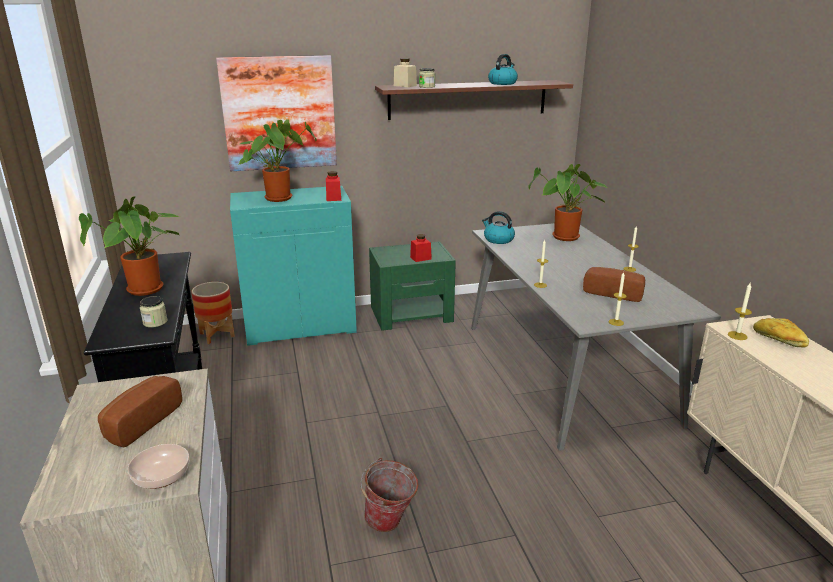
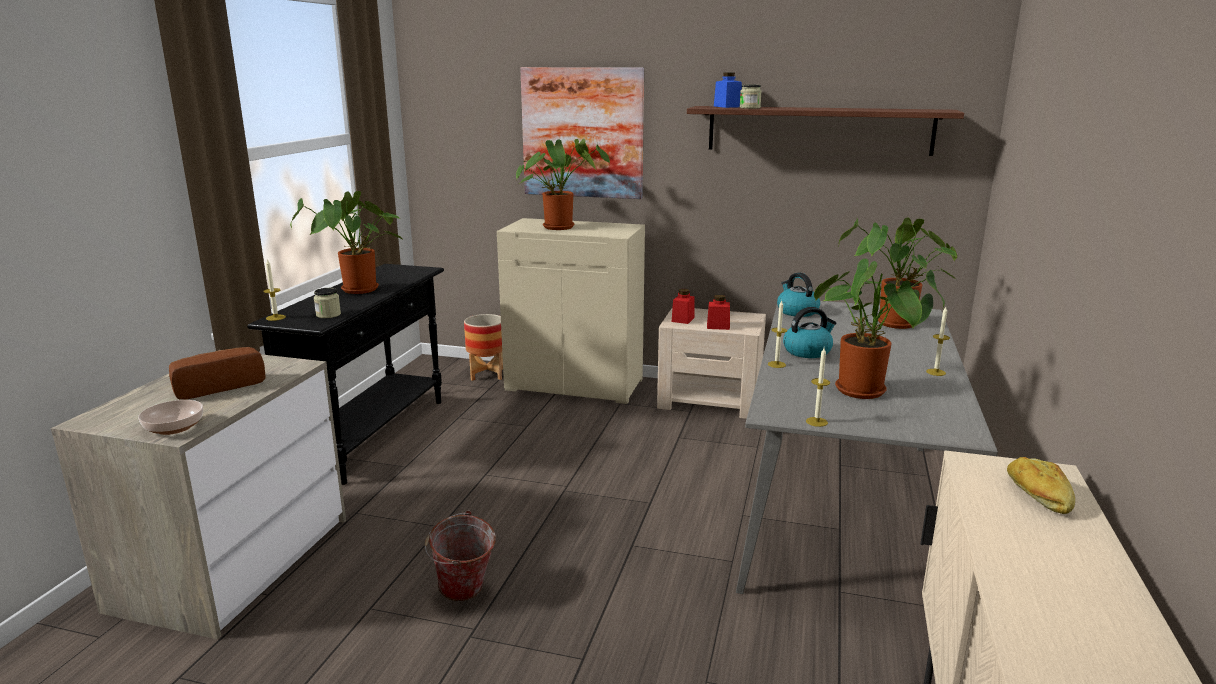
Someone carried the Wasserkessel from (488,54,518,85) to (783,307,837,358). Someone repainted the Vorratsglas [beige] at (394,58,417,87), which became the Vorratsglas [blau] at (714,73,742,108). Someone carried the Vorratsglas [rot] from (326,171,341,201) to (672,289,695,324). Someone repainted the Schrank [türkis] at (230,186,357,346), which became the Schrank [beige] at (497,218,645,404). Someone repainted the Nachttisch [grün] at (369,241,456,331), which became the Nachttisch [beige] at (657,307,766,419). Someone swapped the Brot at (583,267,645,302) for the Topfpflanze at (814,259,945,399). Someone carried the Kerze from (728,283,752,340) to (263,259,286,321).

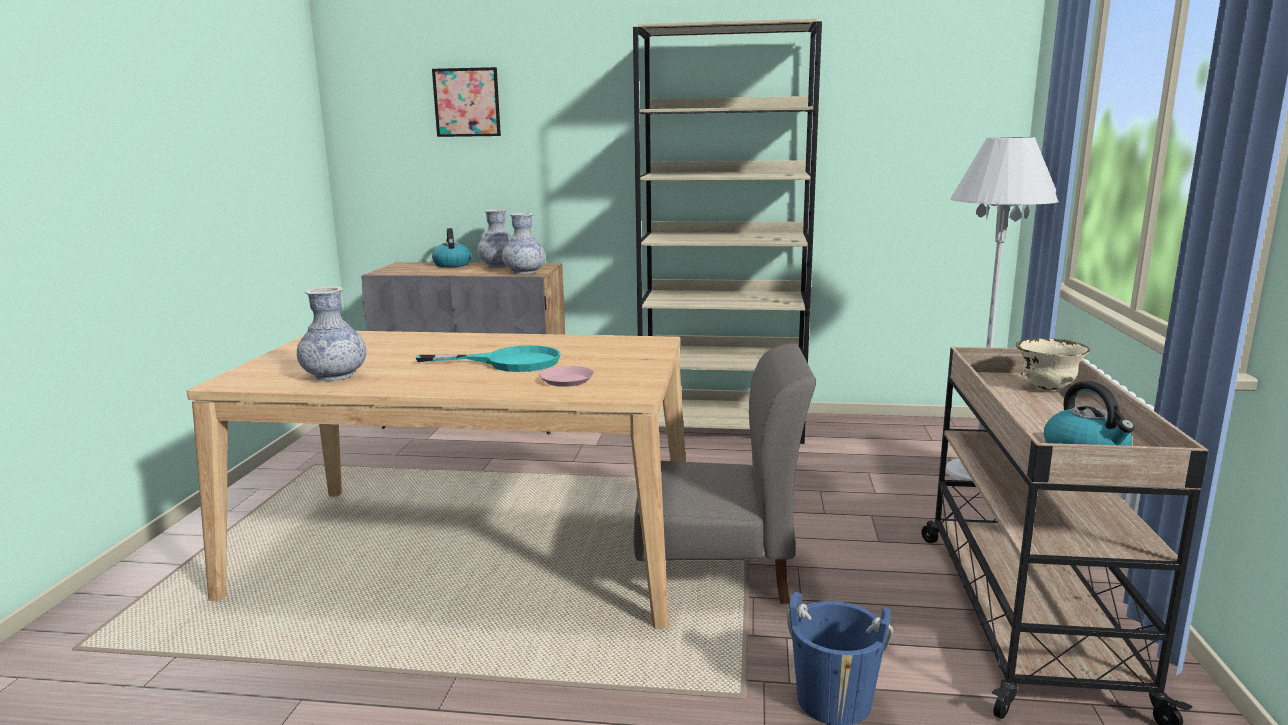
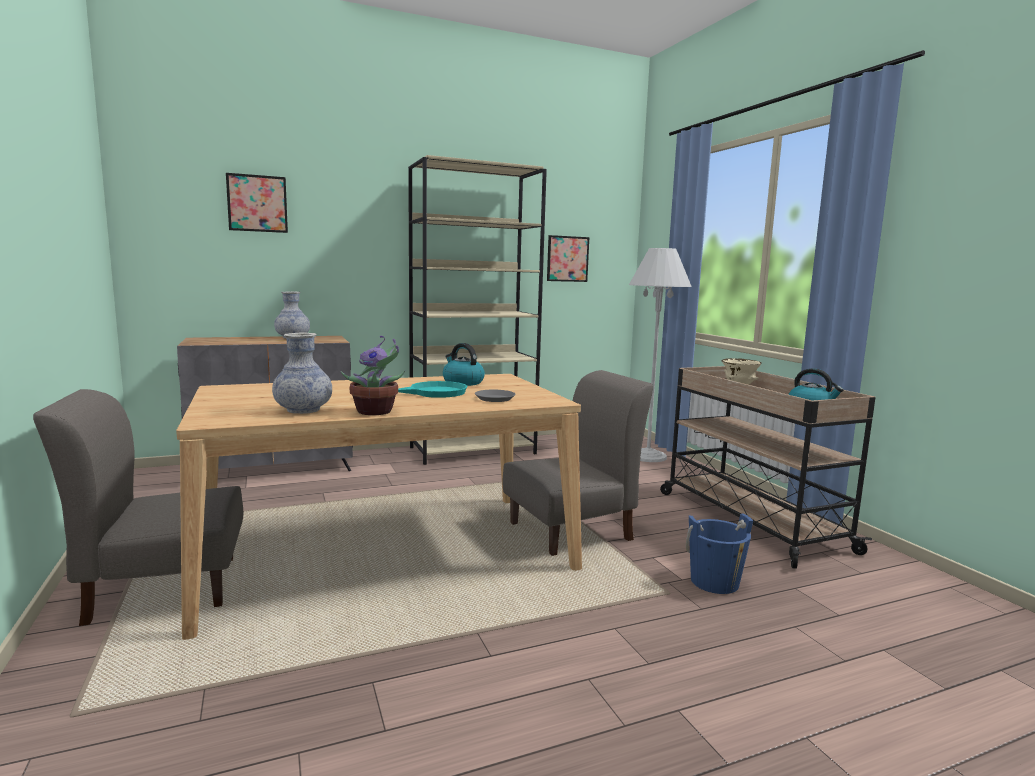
Someone took away the Vase at (502,213,545,274). Someone carried the Wasserkessel from (432,228,471,267) to (443,343,485,386). Someone repainted the Teller [rosa] at (539,366,594,387), which became the Teller [grau] at (475,390,516,402). Someone put up the Bild at (547,235,589,282). Someone put down the Topfpflanze at (341,336,405,415). Someone put down the Stuhl [grau] at (33,389,243,626).

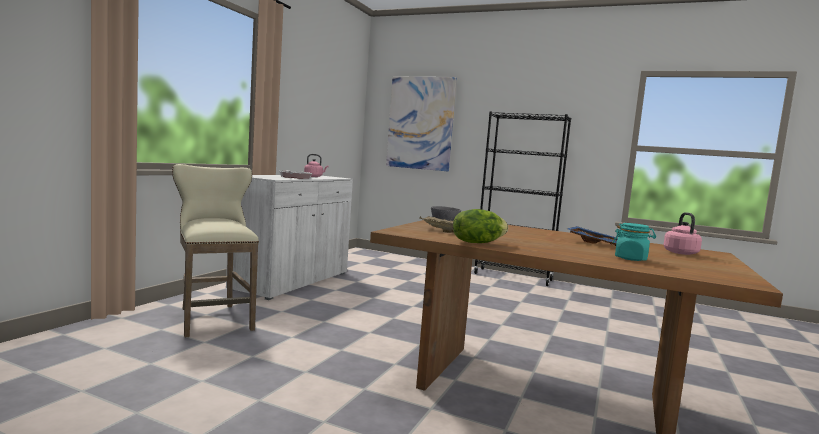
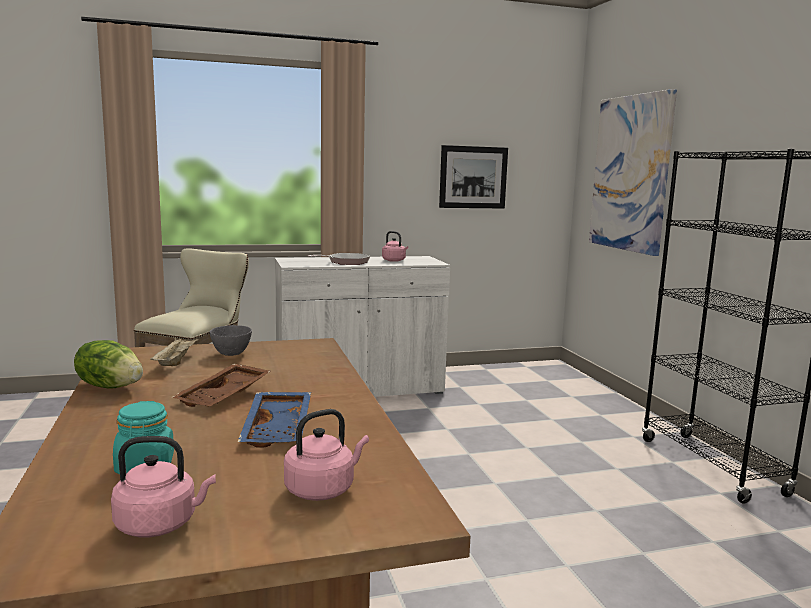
Someone put up the Bild at (439,145,508,208). Someone put down the Tablett [braun] at (171,364,271,407). Someone put down the Wasserkessel [rosa] at (111,436,216,538).

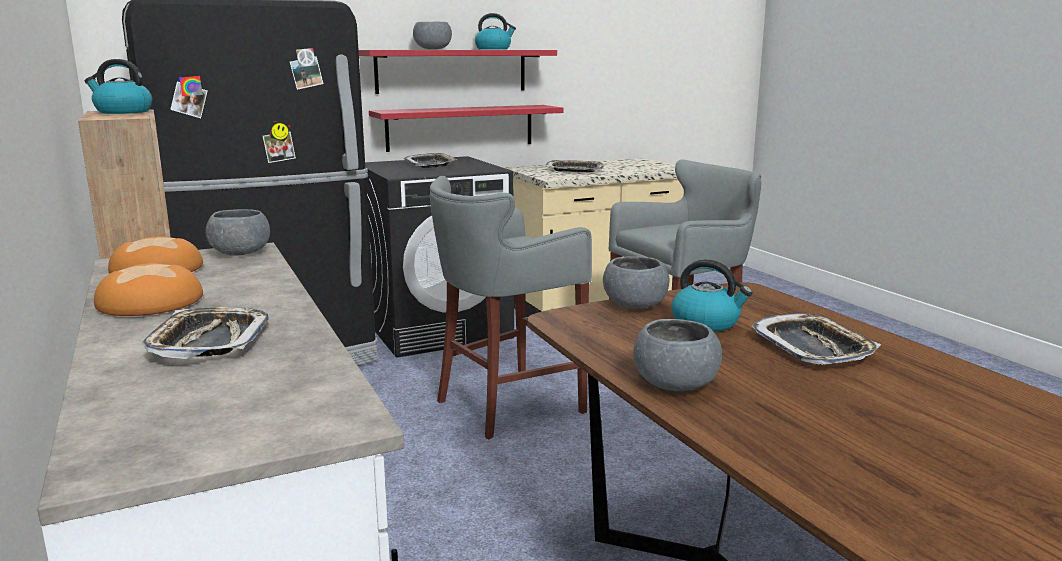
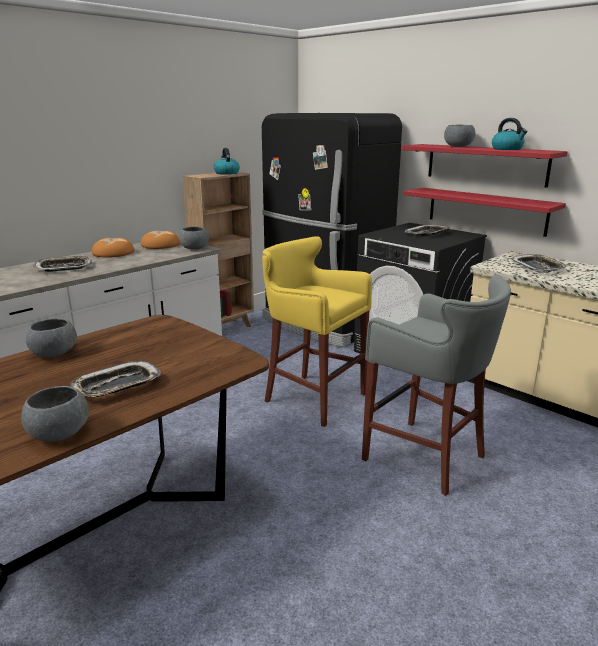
Someone repainted the Hocker [grau] at (430,176,592,440), which became the Hocker [gelb] at (262,236,372,427). Someone carried the Schüssel [grau] from (603,256,669,309) to (21,386,89,442). Someone took away the Wasserkessel at (672,259,753,332).

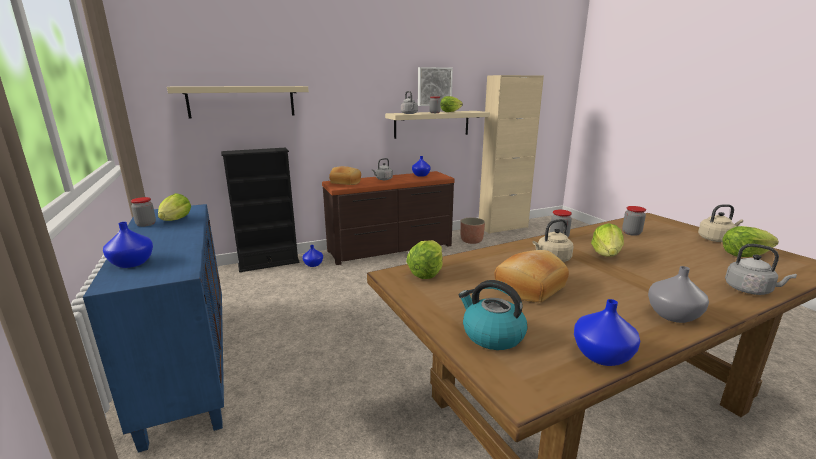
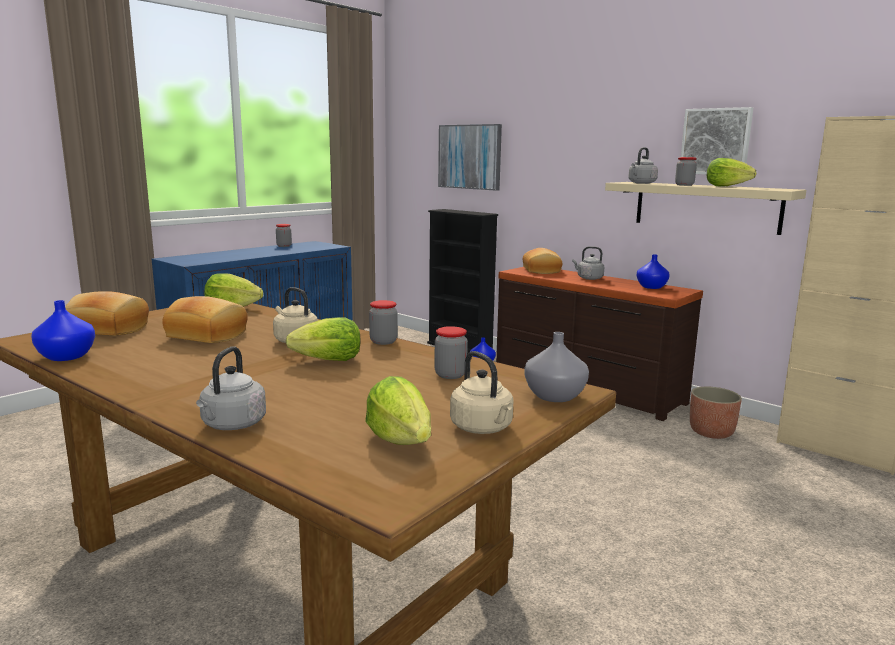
Someone swapped the Wandregal [beige] at (167,86,309,118) for the Bild at (438,124,502,191). Someone took away the Salatkopf at (158,193,191,221). Someone took away the Vase [blau] at (103,222,153,268). Someone carried the Vase [grau] from (648,266,709,323) to (524,332,589,402). Someone swapped the Wasserkessel at (459,280,527,350) for the Brot at (65,291,149,336).

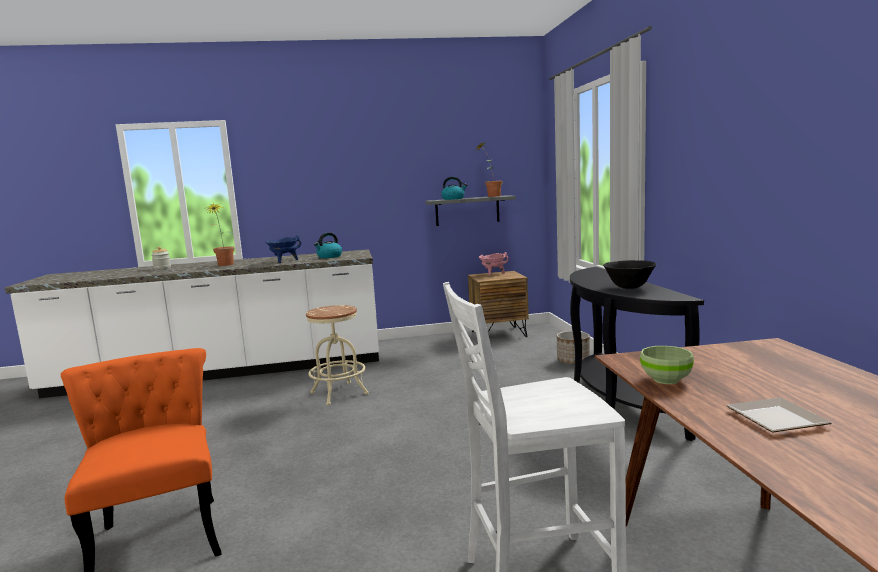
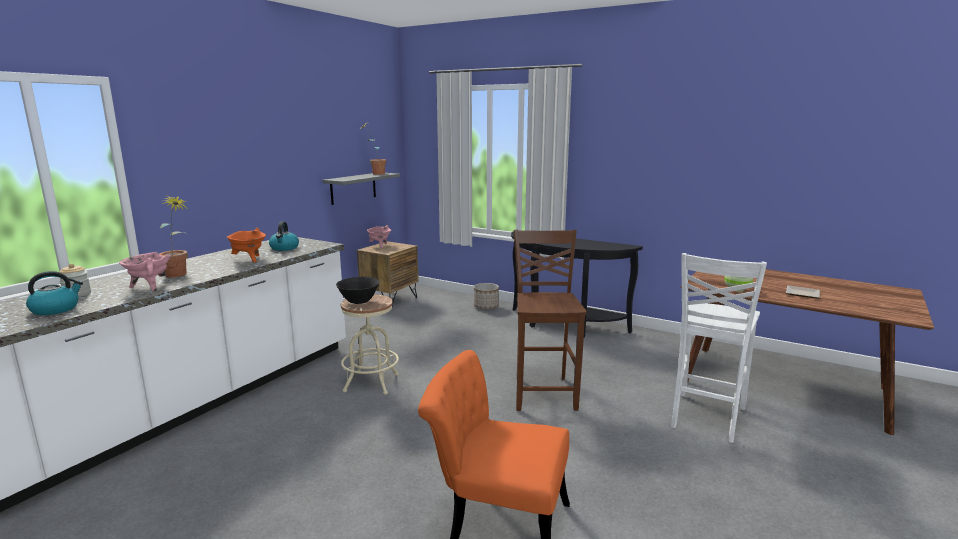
Someone carried the Wasserkessel from (441,177,467,200) to (26,271,83,315). Someone repainted the Kochtopf [blau] at (265,235,301,263), which became the Kochtopf [orange] at (227,228,266,263). Someone carried the Schüssel [schwarz] from (603,260,657,289) to (336,277,380,304). Someone put down the Stuhl [braun] at (514,229,587,411). Someone put down the Kochtopf [rosa] at (119,252,171,292).

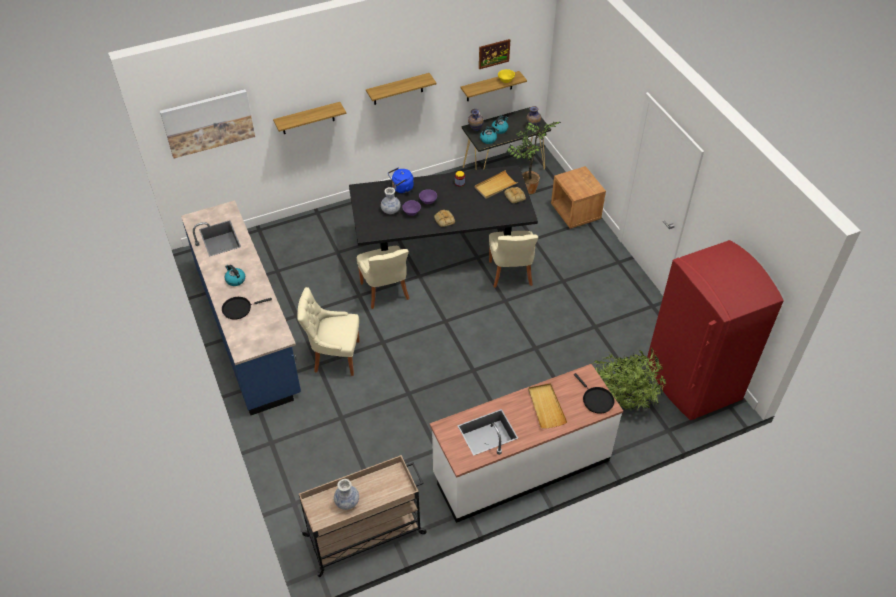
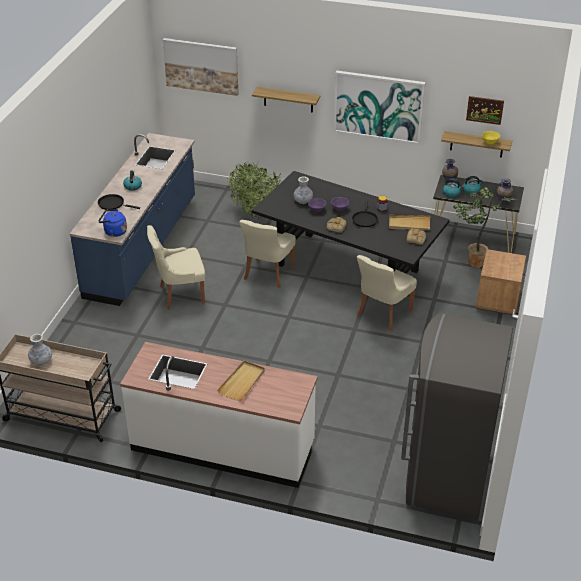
Someone swapped the Wandregal at (366,73,437,105) for the Bild at (334,71,426,145). Someone carried the Wasserkessel [blau] from (388,168,414,193) to (99,209,127,237). Someone repainted the Kühlschrank [rot] at (647,240,784,420), which became the Kühlschrank [grau] at (401,313,513,520). Someone rotated the Stuhl [beige] at (297,287,360,376) by 60 degrees counterclockwise. Someone carried the Topfpflanze from (594,347,667,411) to (228,162,283,219). Someone carried the Pfanne [schwarz] from (574,373,614,414) to (352,201,378,227).

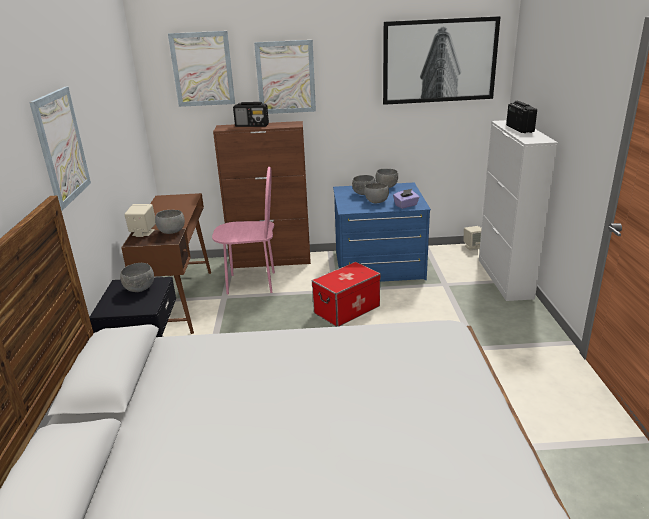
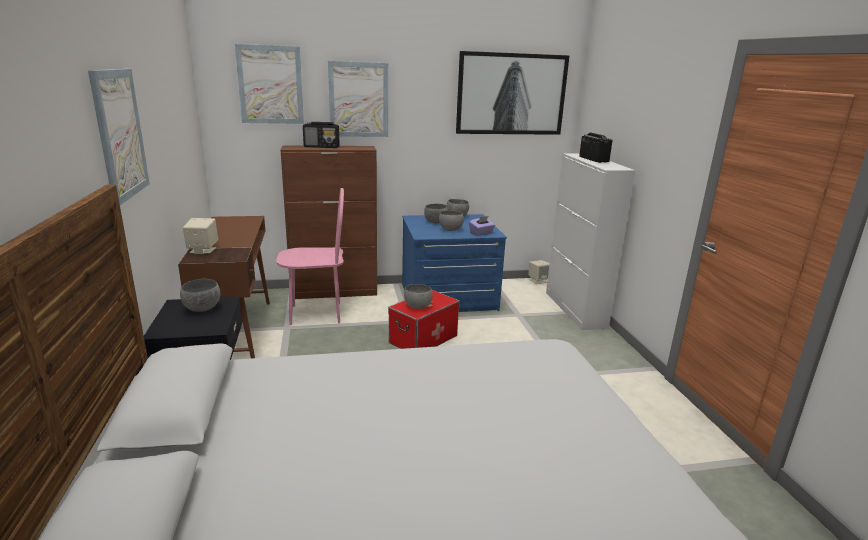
Someone carried the Schüssel [grau] from (155,210,185,234) to (404,284,433,309).

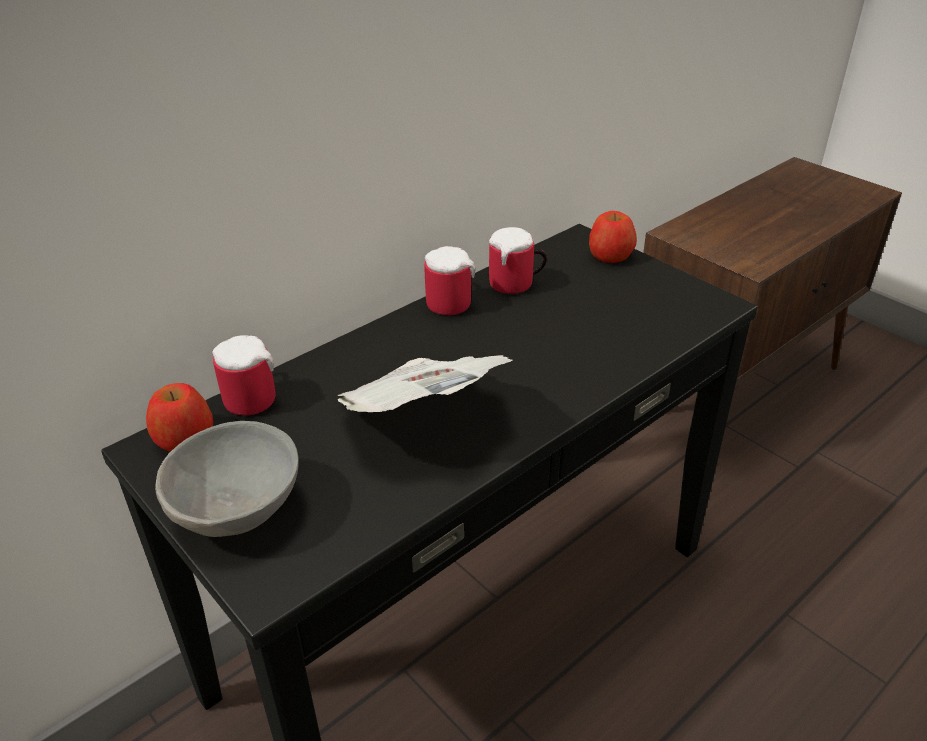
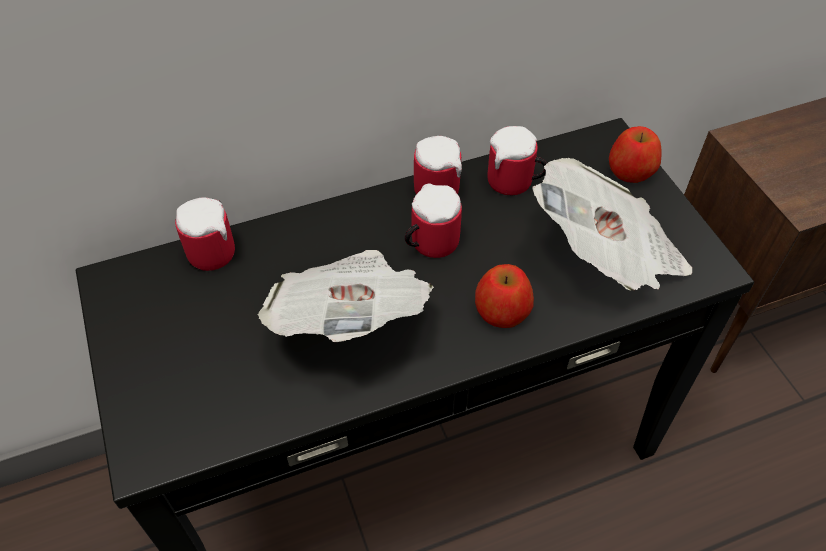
Someone carried the Apfel from (146,383,213,452) to (475,264,534,328). Someone took away the Schüssel [grau] at (155,421,299,537). Someone put down the Zeitung at (532,158,692,291). Someone put down the Henkelbecher at (405,183,462,258).

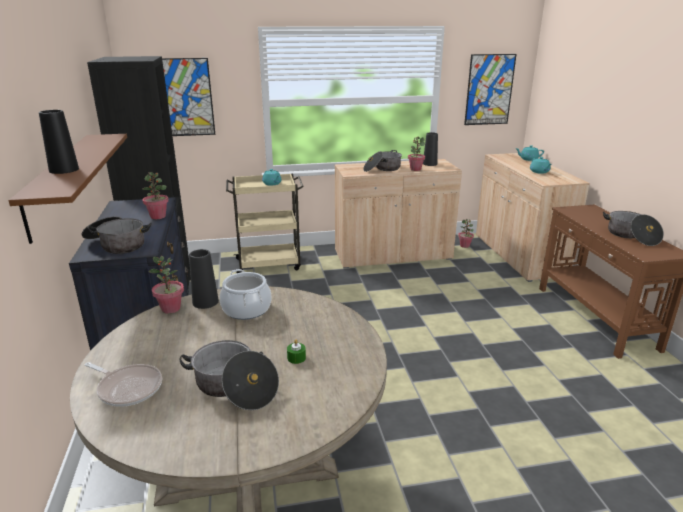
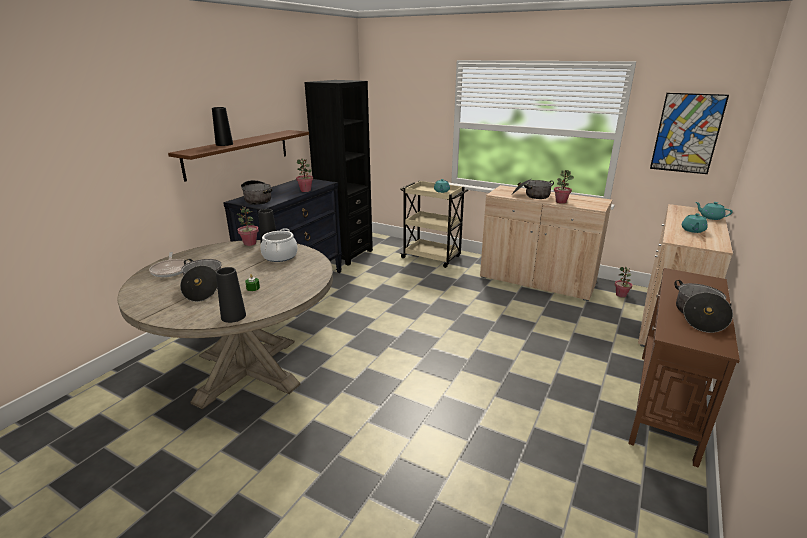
Someone took away the Bild at (162,58,215,136). Someone carried the Vase [schwarz] from (423,132,438,166) to (216,267,246,323).

